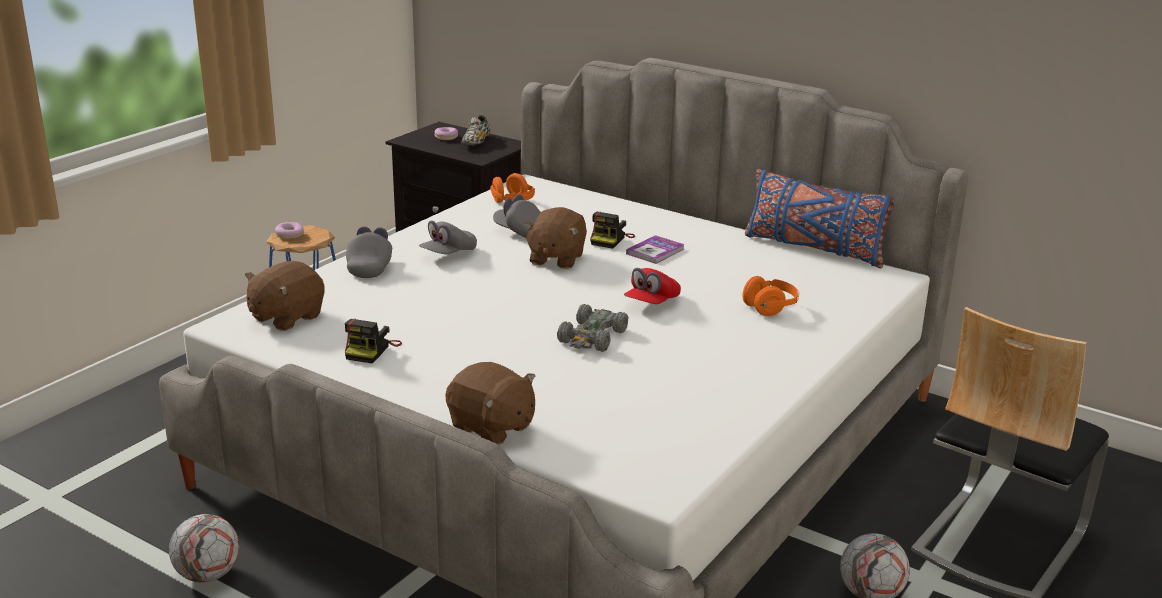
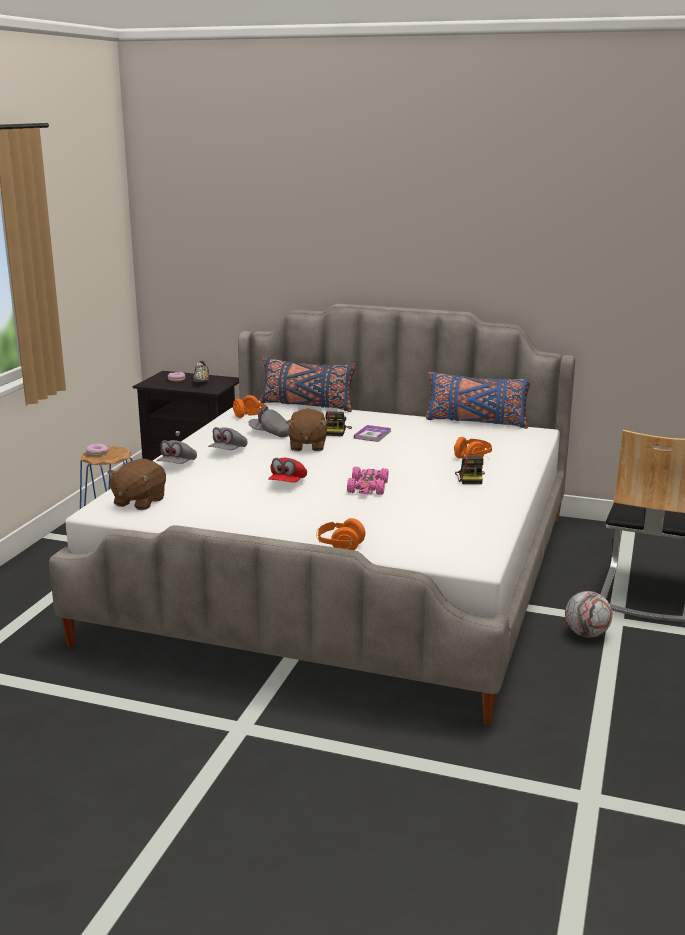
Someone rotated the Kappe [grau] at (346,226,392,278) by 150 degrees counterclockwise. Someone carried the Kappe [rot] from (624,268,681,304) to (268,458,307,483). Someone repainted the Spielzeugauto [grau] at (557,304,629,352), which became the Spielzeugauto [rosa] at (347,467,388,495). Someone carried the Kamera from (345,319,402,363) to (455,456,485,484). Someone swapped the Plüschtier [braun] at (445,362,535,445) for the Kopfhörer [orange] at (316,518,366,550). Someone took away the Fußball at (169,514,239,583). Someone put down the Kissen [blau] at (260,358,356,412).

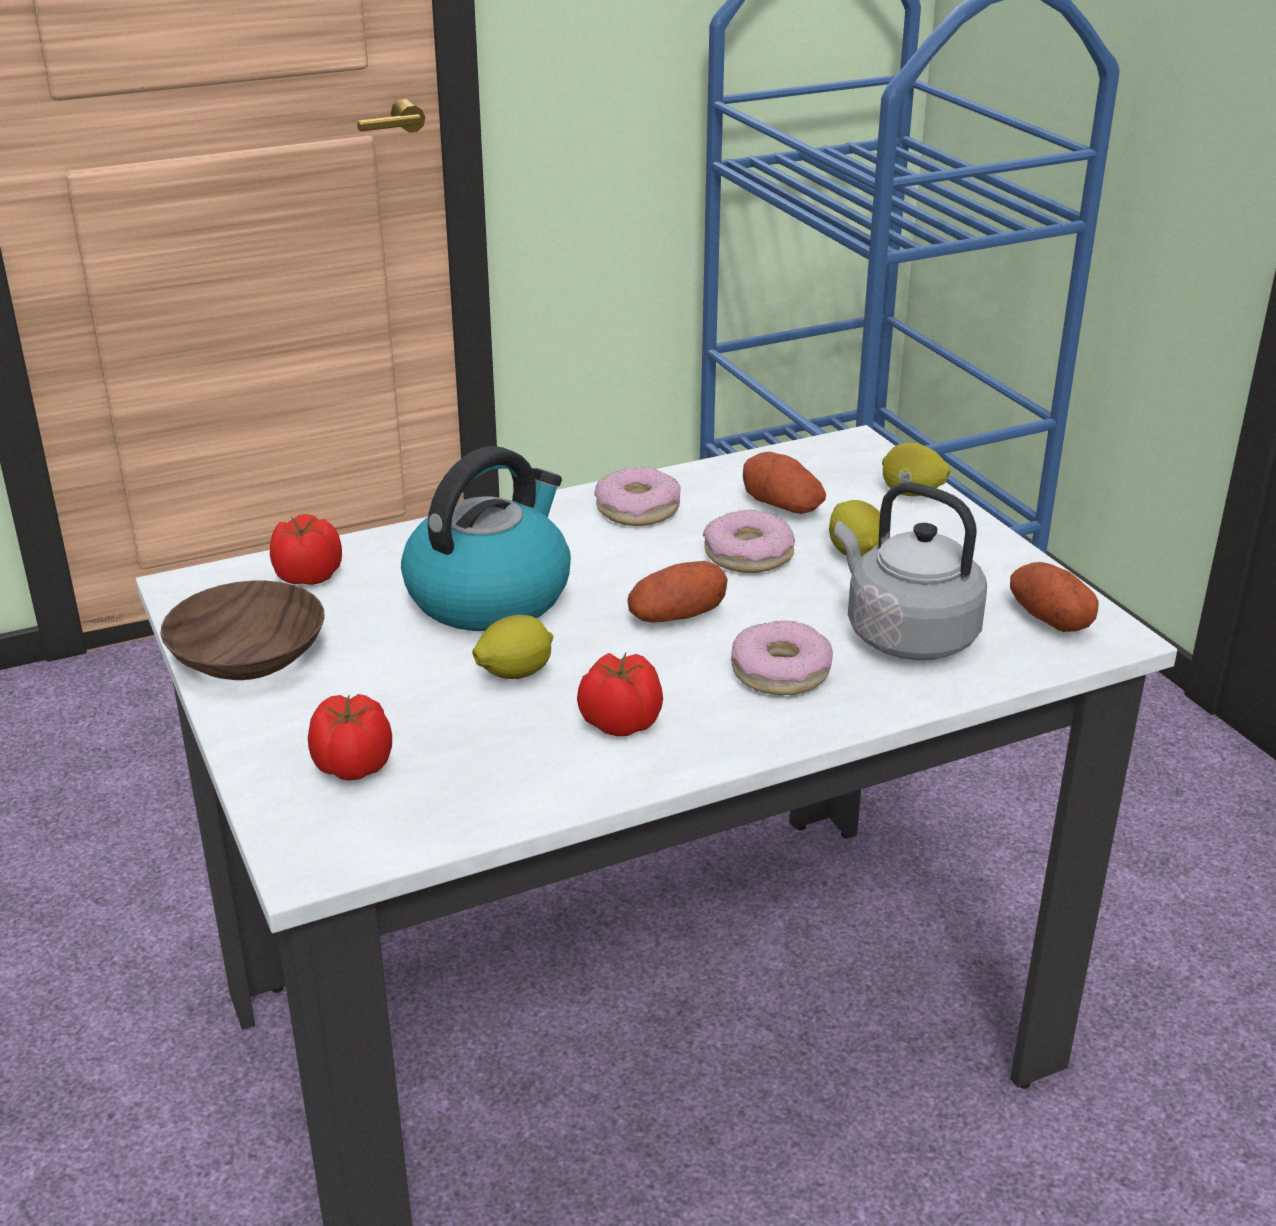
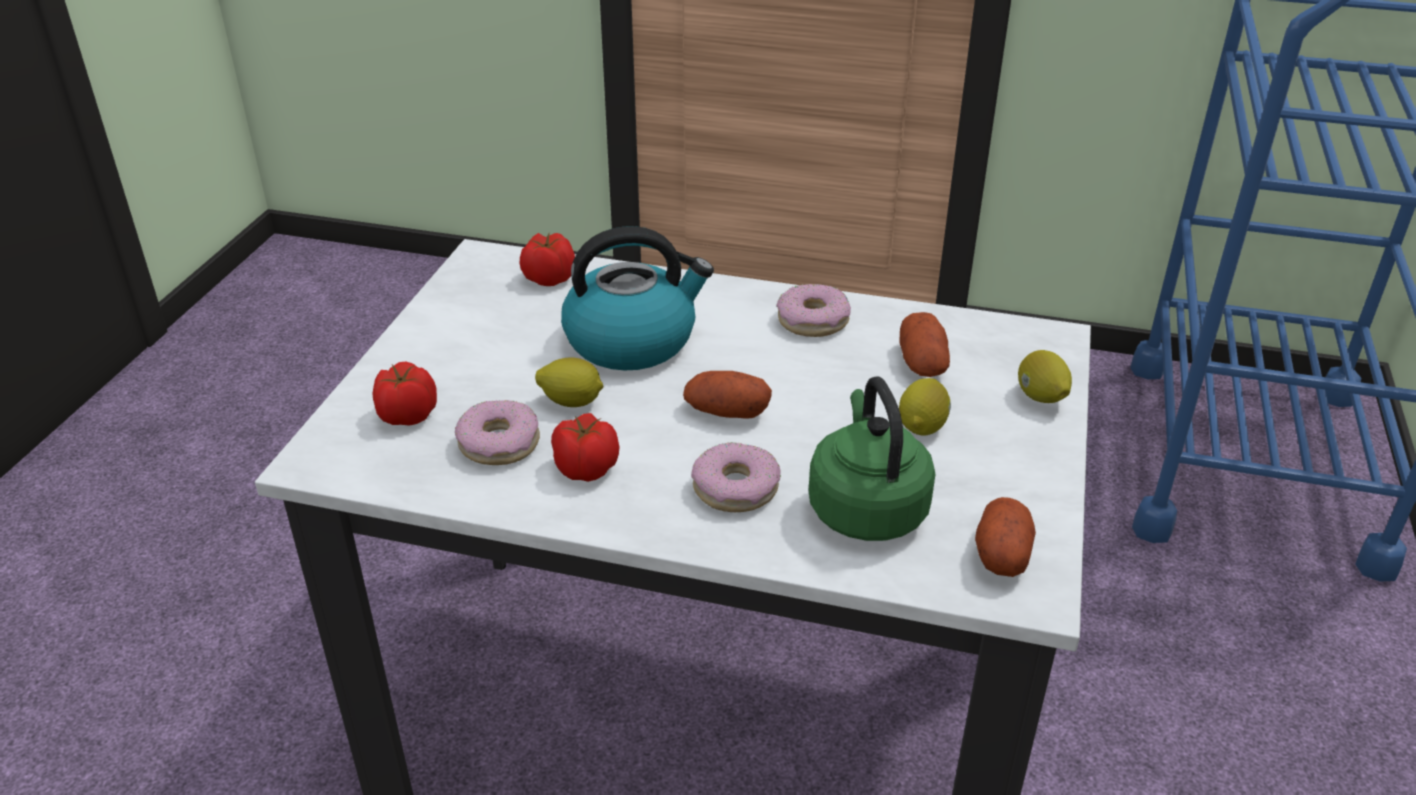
Someone repainted the Wasserkessel [grau] at (834,482,987,660), which became the Wasserkessel [grün] at (809,376,935,541). Someone carried the Donut from (703,510,795,573) to (455,400,540,465). Someone took away the Schüssel [braun] at (160,581,325,680).

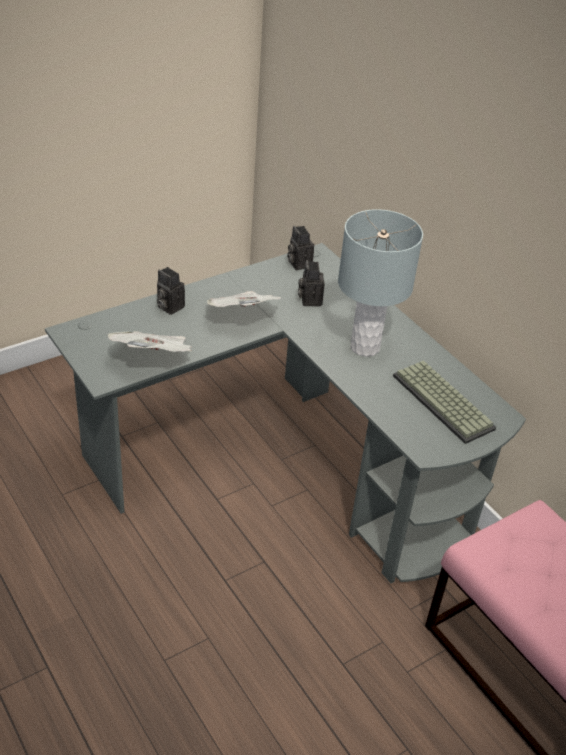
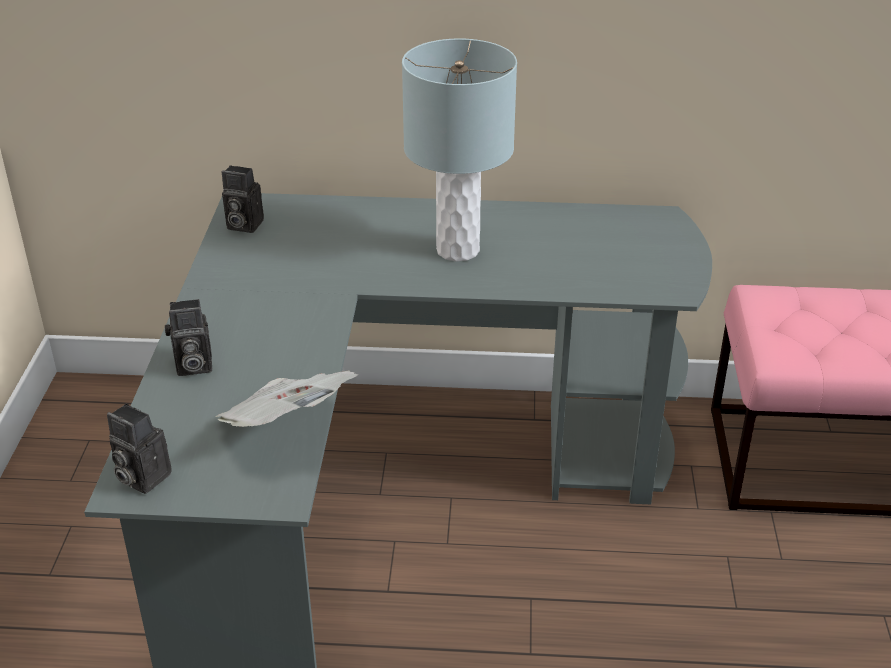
Someone carried the Kamera from (298,260,325,307) to (107,403,172,494). Someone took away the Zeitung at (207,291,281,307). Someone took away the Tastatur at (393,360,496,444).

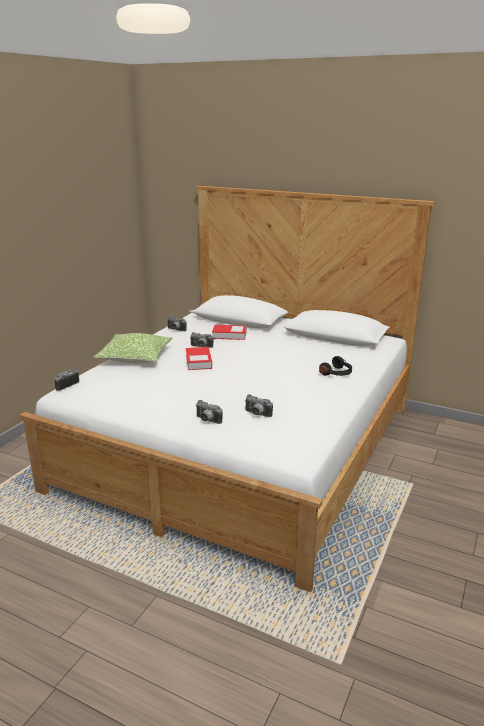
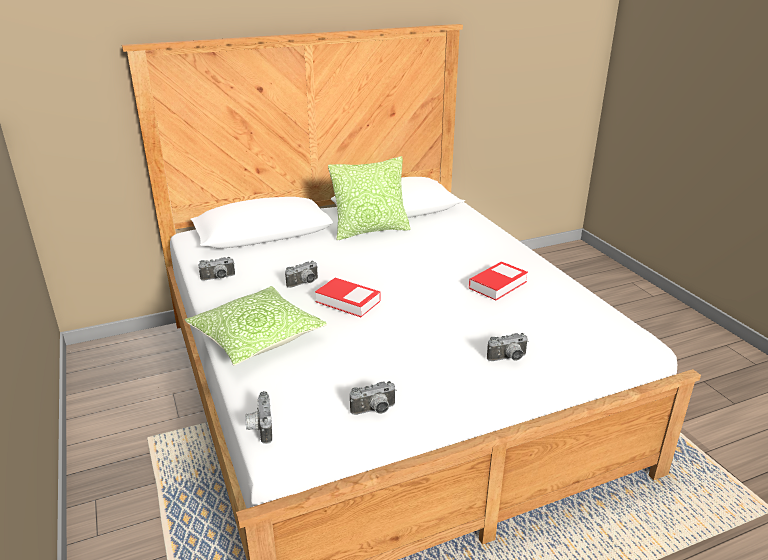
Someone carried the Buch from (212,325,247,340) to (469,261,528,300). Someone took away the Kopfhörer [schwarz] at (319,356,352,376). Someone carried the Kamera from (245,394,273,417) to (350,381,397,415). Someone put down the Kissen at (328,156,411,240).

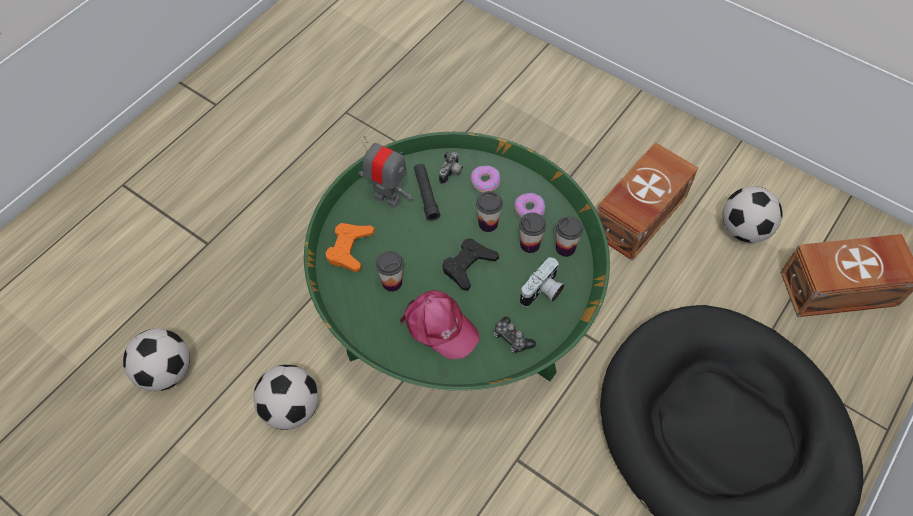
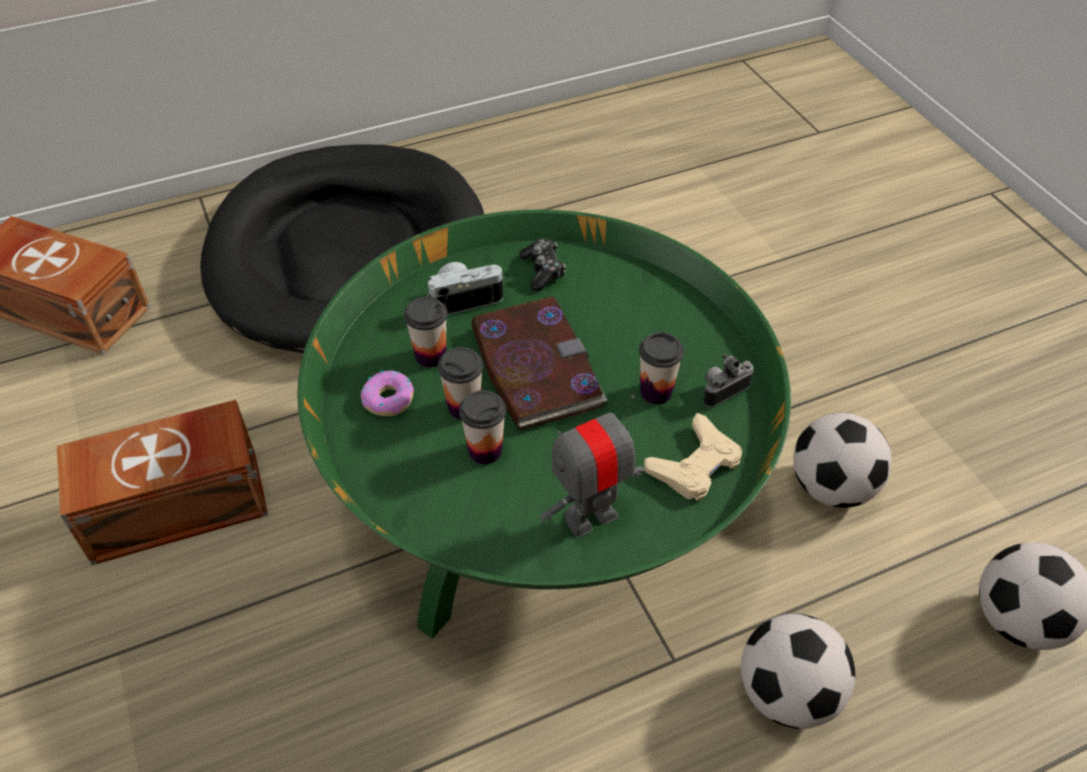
Someone rotated the Spielzeugroboter at (358,136,413,209) by 90 degrees clockwise. Someone carried the Kamera from (439,152,463,184) to (703,354,754,407). Someone took away the Taschenlampe [schwarz] at (414,164,440,221). Someone took away the Donut at (471,166,500,193). Someone carried the Fußball from (723,186,782,243) to (741,613,855,729). Someone carried the Tasse from (556,216,583,257) to (459,390,506,464). Someone repainted the Gamepad [orange] at (326,223,375,272), which became the Gamepad [beige] at (644,413,742,501). Someone swapped the Gamepad [schwarz] at (442,238,499,291) for the Buch at (471,296,608,430). Someone took away the Kappe [rosa] at (400,290,480,359).

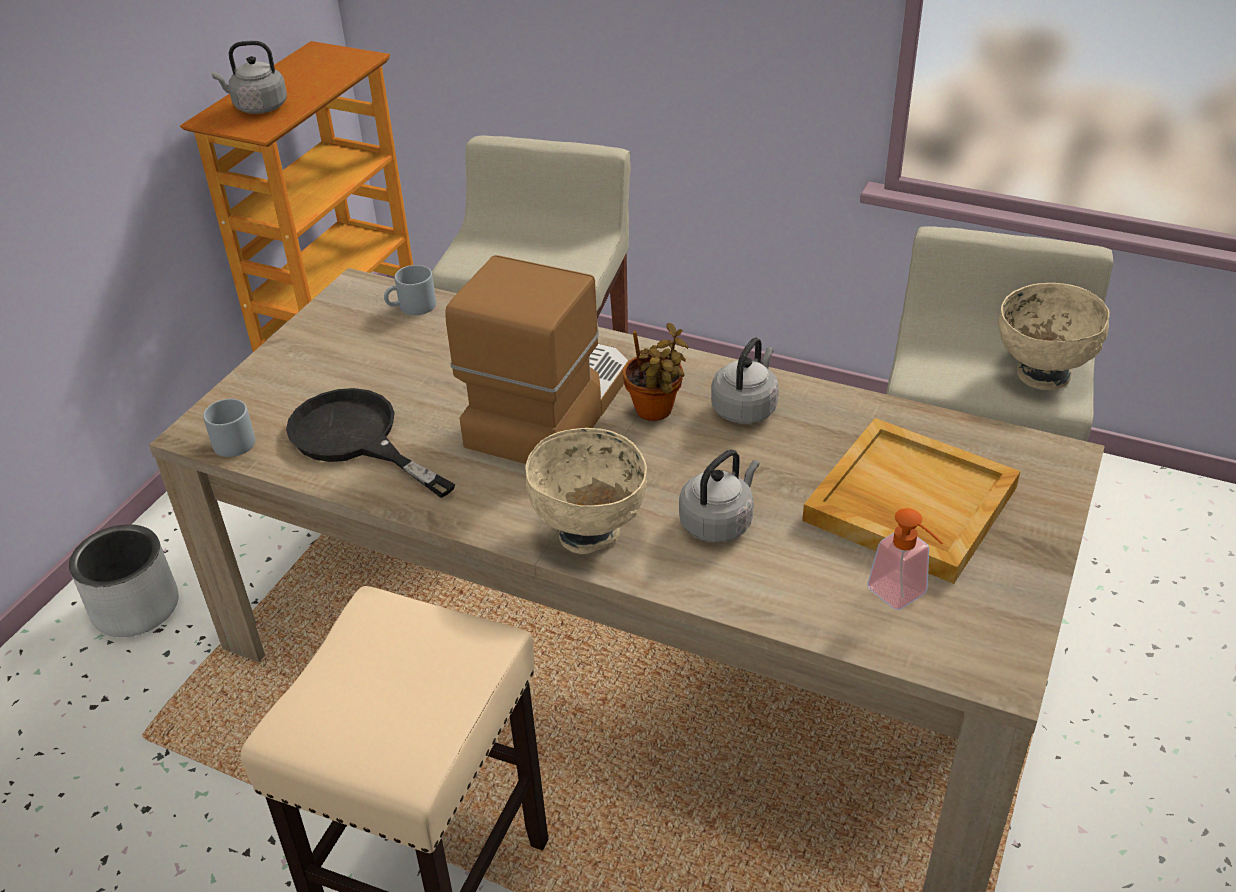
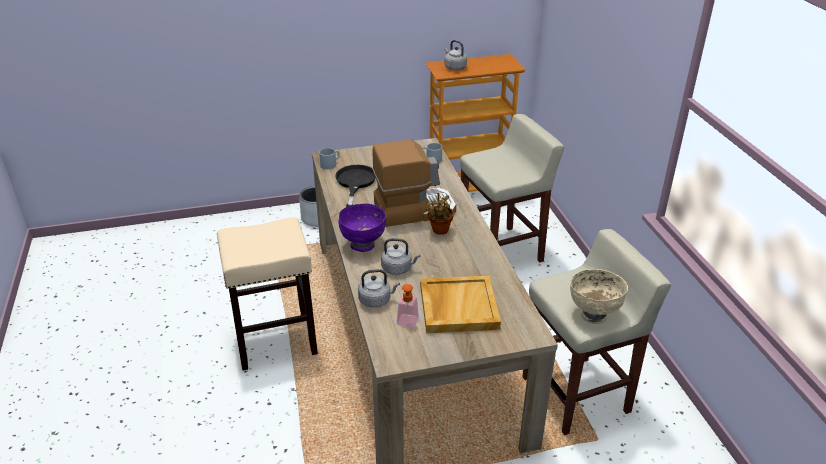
Someone carried the Wasserkessel [grau] from (711,337,779,424) to (358,269,400,308). Someone repainted the Schüssel [beige] at (525,428,647,554), which became the Schüssel [lila] at (338,203,386,252).

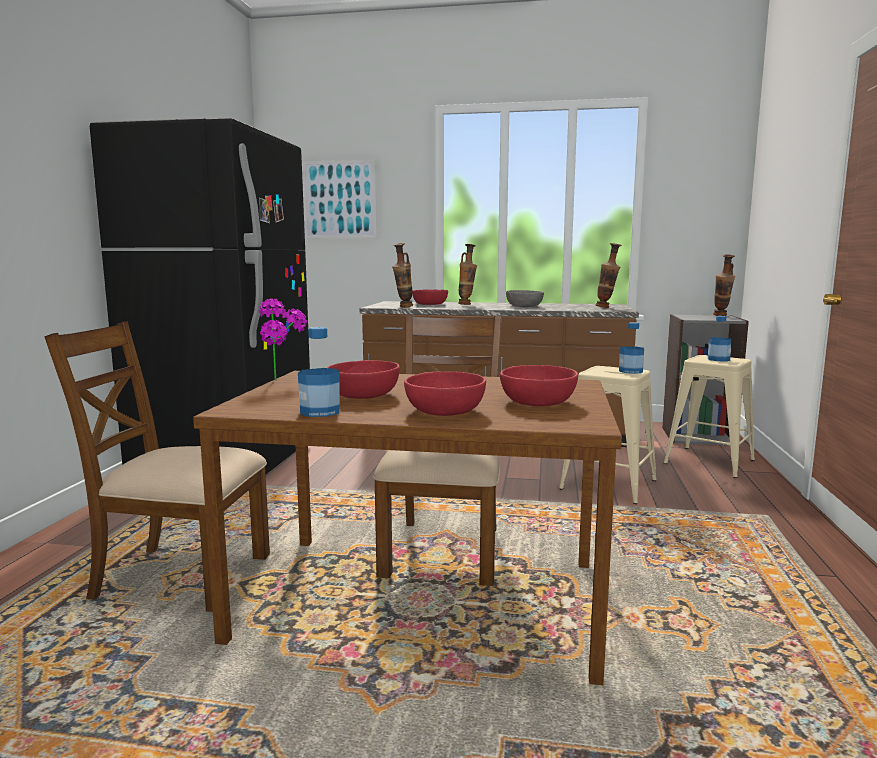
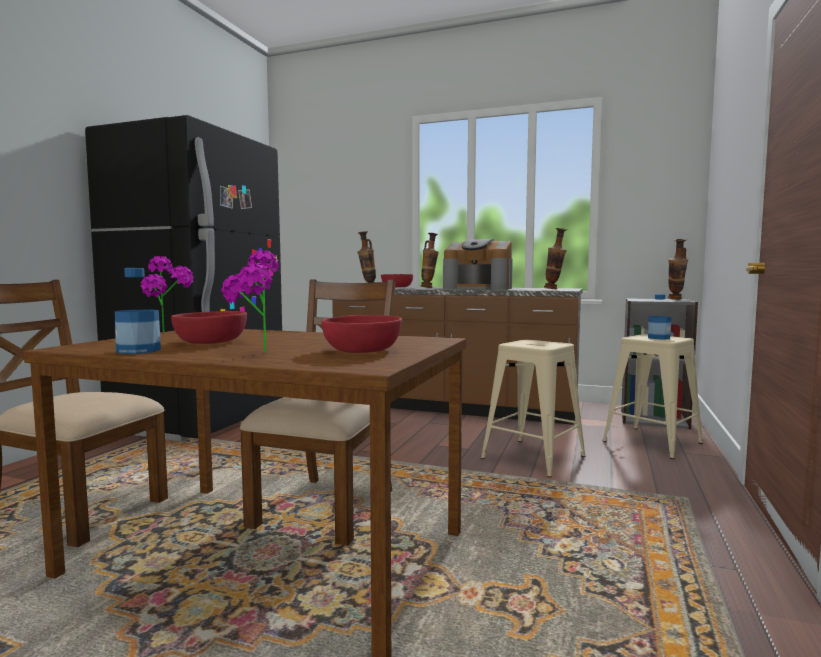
Someone took away the Bild at (302,160,377,239). Someone swapped the Schüssel [grau] at (506,290,544,307) for the Kaffeemaschine at (443,239,513,289). Someone took away the Flasche at (619,323,644,374). Someone swapped the Schüssel [rot] at (404,371,486,416) for the Topfpflanze at (221,250,279,352).

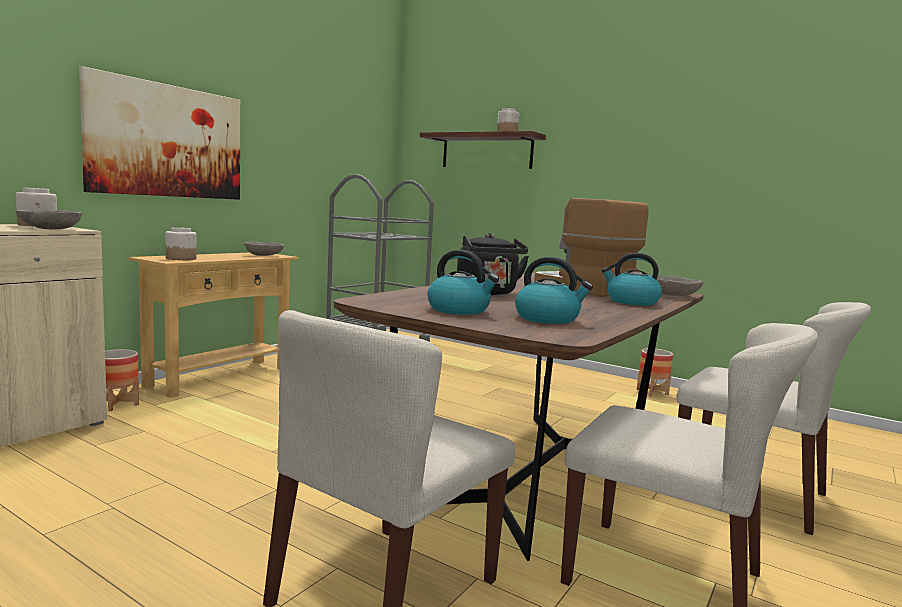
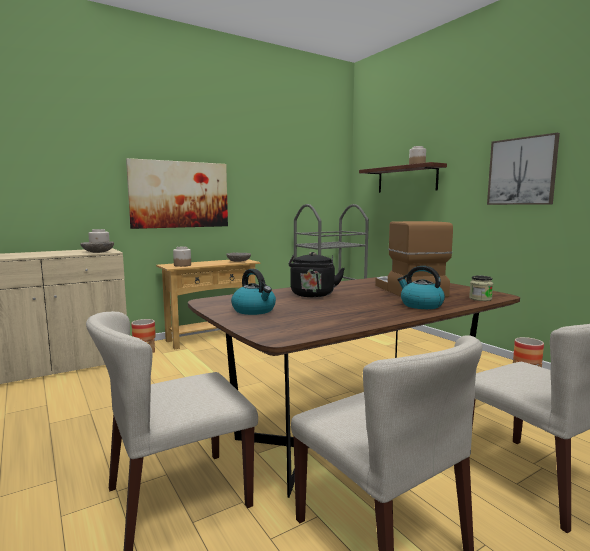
Someone took away the Wasserkessel at (515,257,593,324). Someone swapped the Schüssel [grau] at (650,275,703,296) for the Vorratsglas at (469,276,493,301). Someone put up the Bild at (487,133,560,205).

